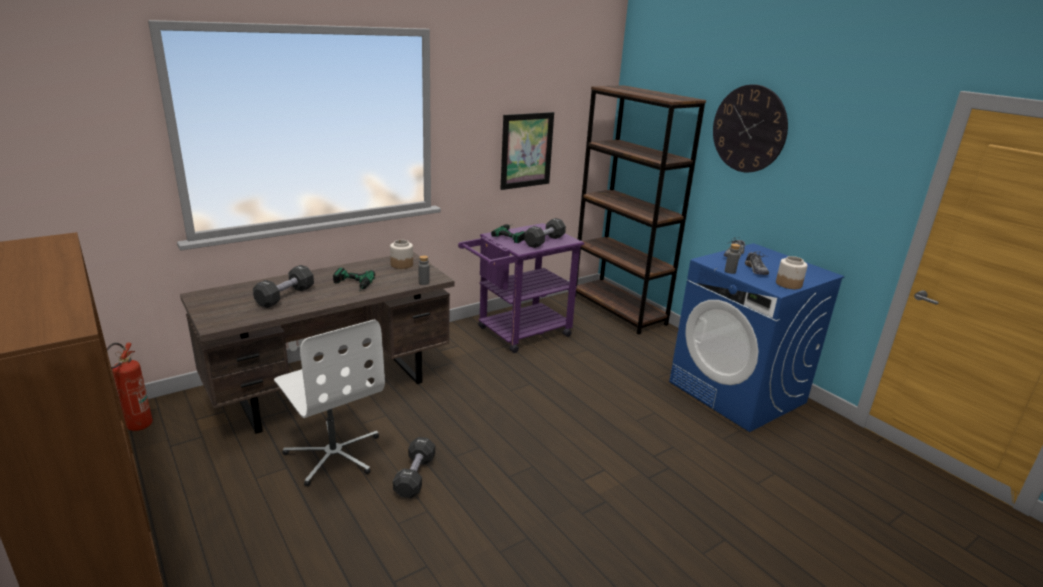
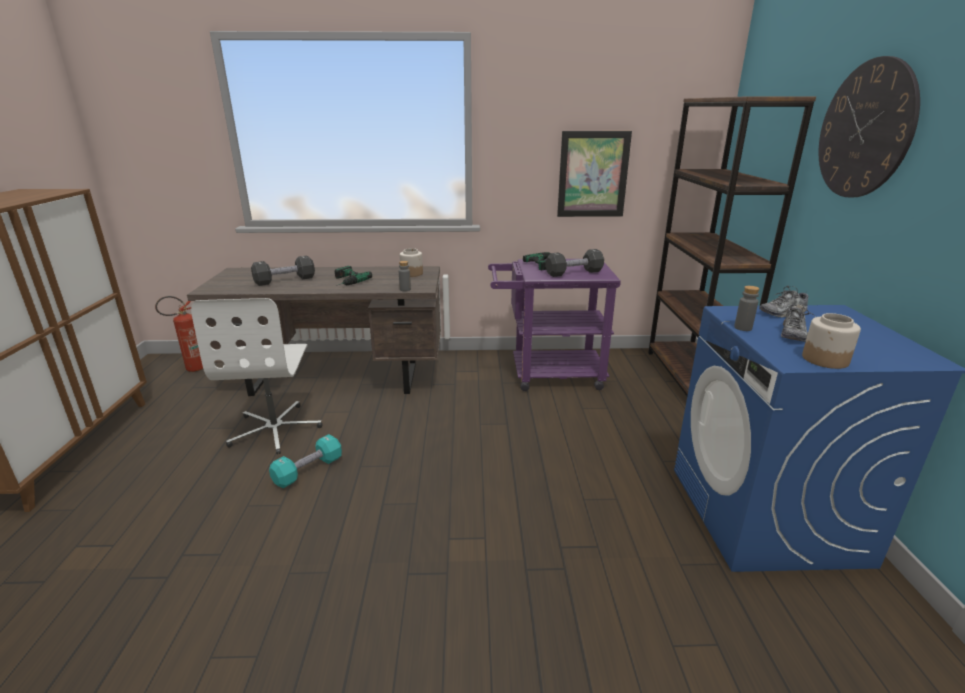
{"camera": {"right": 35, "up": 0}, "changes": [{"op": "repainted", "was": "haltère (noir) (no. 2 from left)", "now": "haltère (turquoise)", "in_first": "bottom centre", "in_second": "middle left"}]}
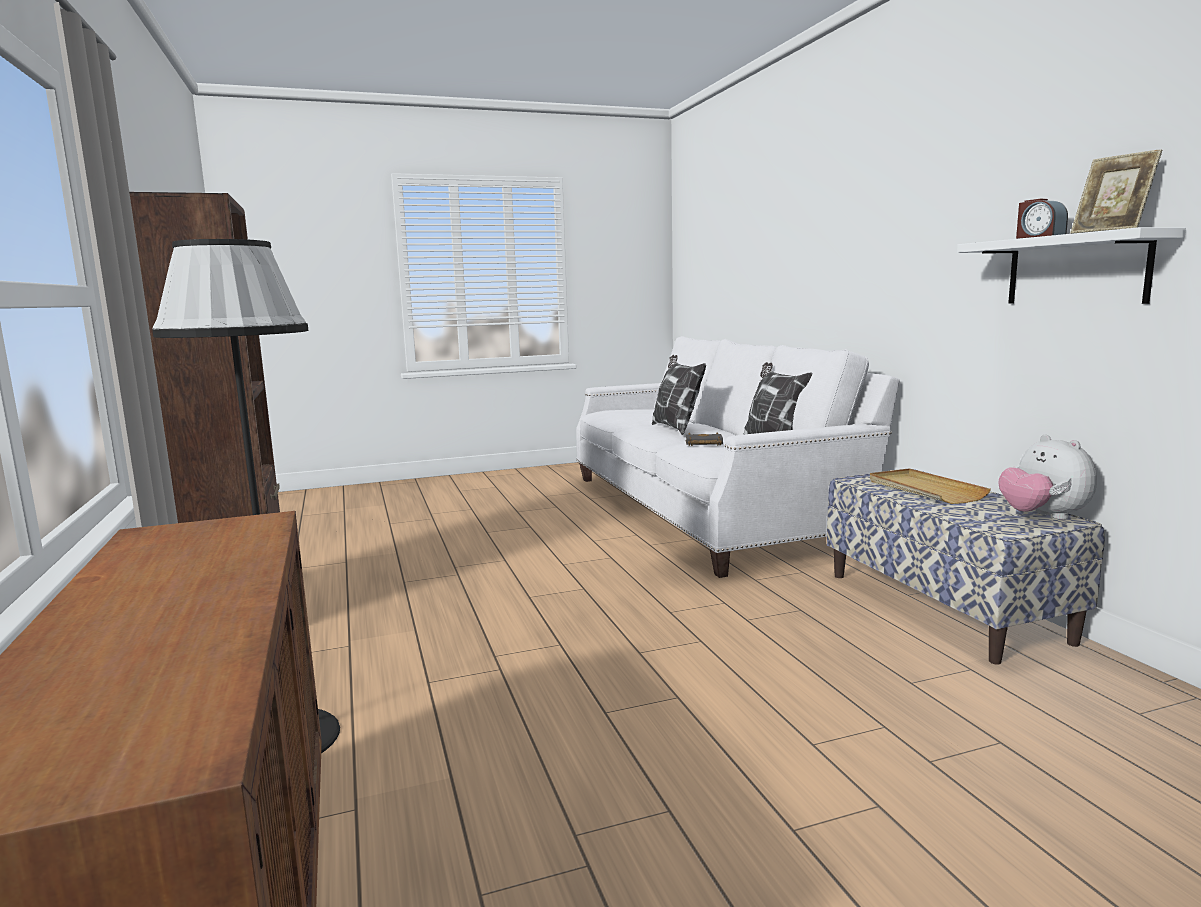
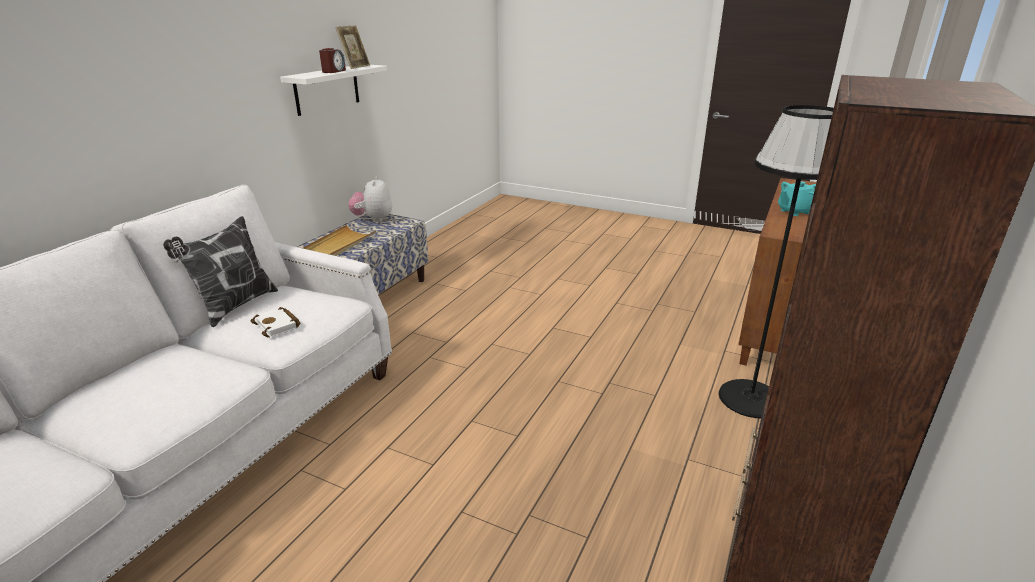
{"camera": {"right": -135, "up": 15}, "changes": [{"op": "gone", "was": "coussin (no. 1 from left)", "in_first": "centre"}, {"op": "repainted", "was": "livre (noir)", "now": "livre (blanc)", "in_first": "centre", "in_second": "middle left"}, {"op": "rotated", "was": "peluche", "in_first": "middle right", "in_second": "centre", "clockwise": 150}, {"op": "new", "now": "théière (turquoise)", "in_second": "middle right"}]}
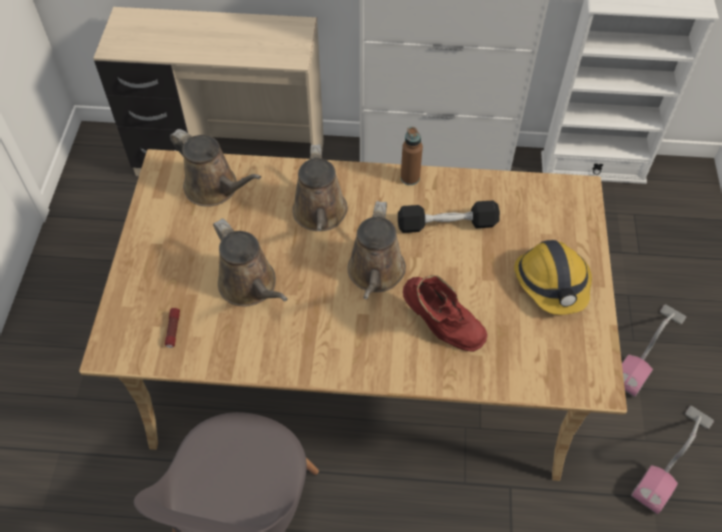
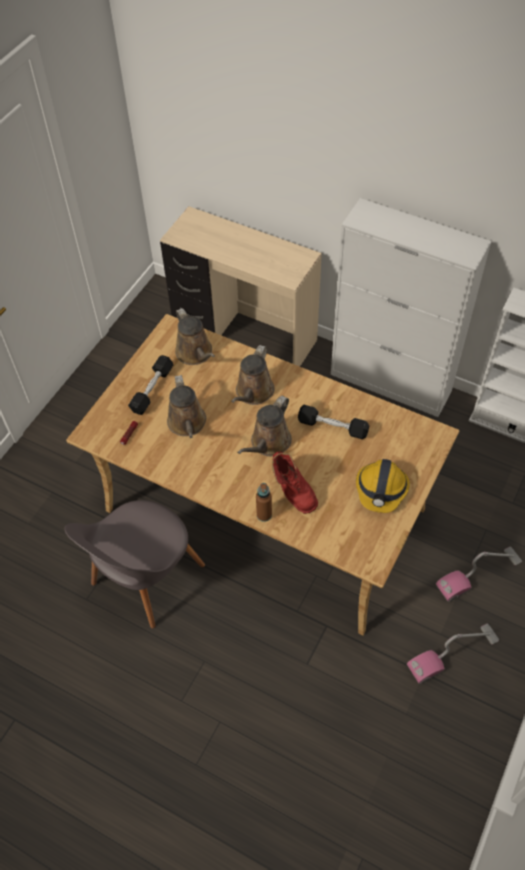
{"camera": {"right": 25, "up": 0}, "changes": [{"op": "shifted", "was": "bouteille (marron)", "in_first": "top centre", "in_second": "centre"}, {"op": "new", "now": "haltère (noir) (no. 1 from left)", "in_second": "middle left"}]}
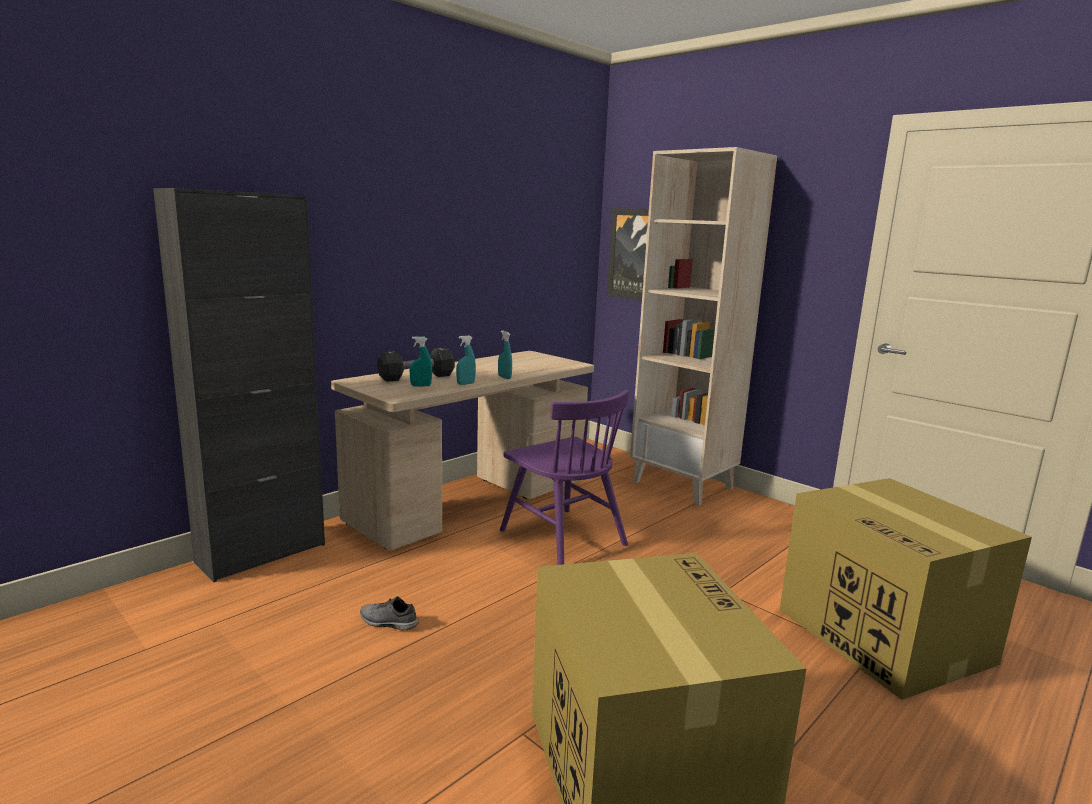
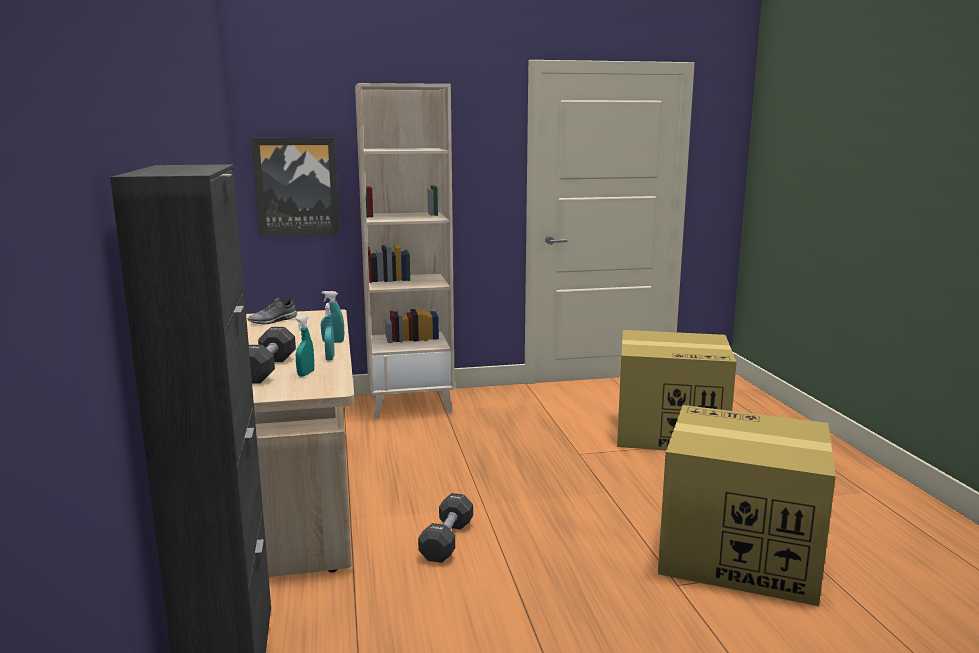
{"camera": {"right": -55, "up": 0}, "changes": [{"op": "gone", "was": "chaise (violet)", "in_first": "centre"}, {"op": "shifted", "was": "chaussure (gris)", "in_first": "bottom centre", "in_second": "middle left"}, {"op": "new", "now": "haltère (noir) (no. 2 from left)", "in_second": "bottom centre"}]}
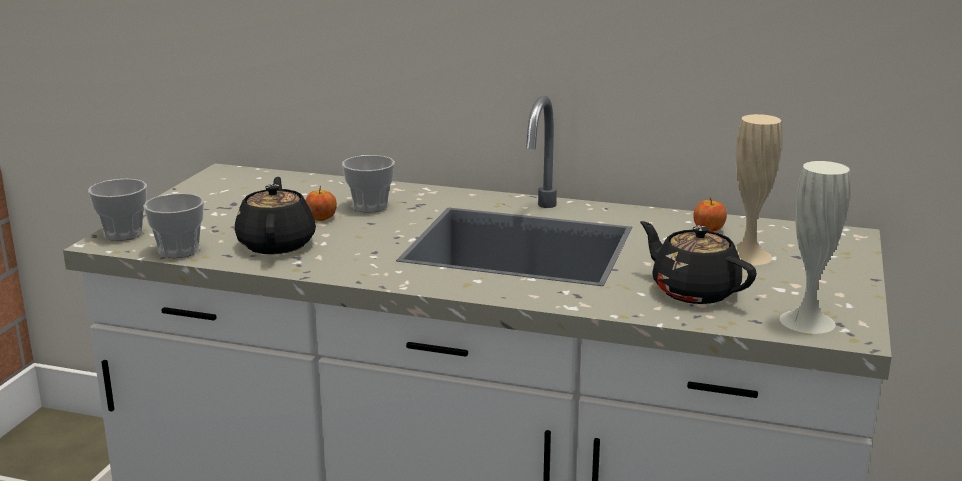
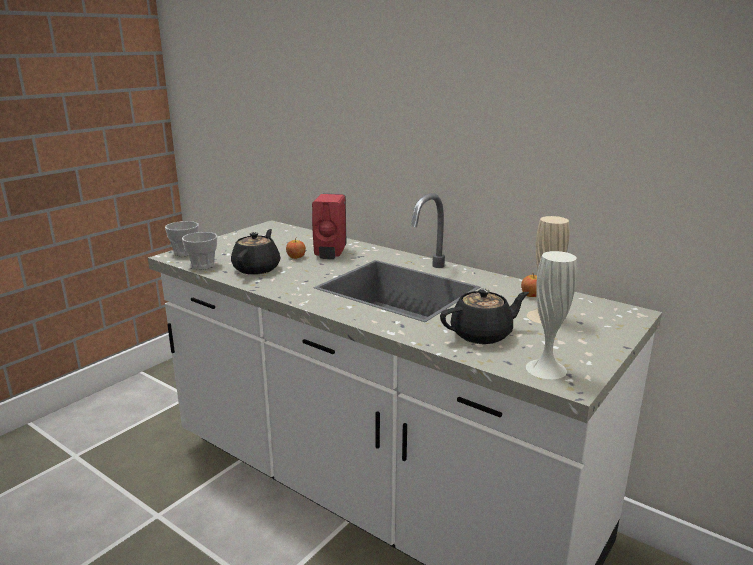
{"camera": {"right": 20, "up": 0}, "changes": [{"op": "swapped", "was": "tasse (no. 3 from left)", "now": "distributeur de savon (rouge)", "in_first": "centre", "in_second": "centre"}, {"op": "rotated", "was": "théière (noir) (no. 2 from left)", "in_first": "middle right", "in_second": "centre", "clockwise": 90}]}
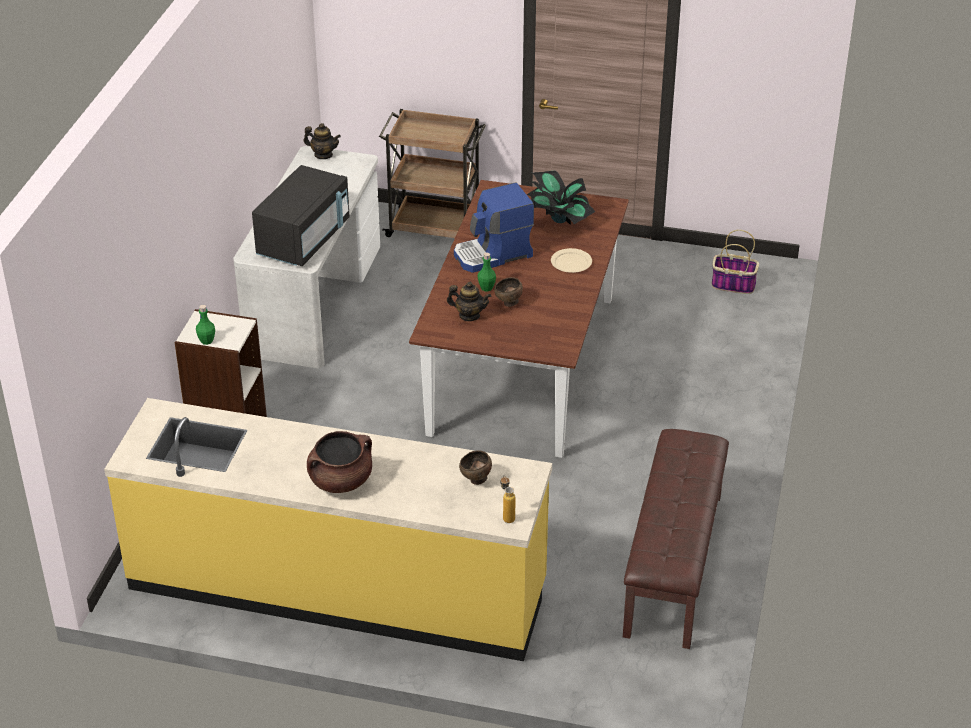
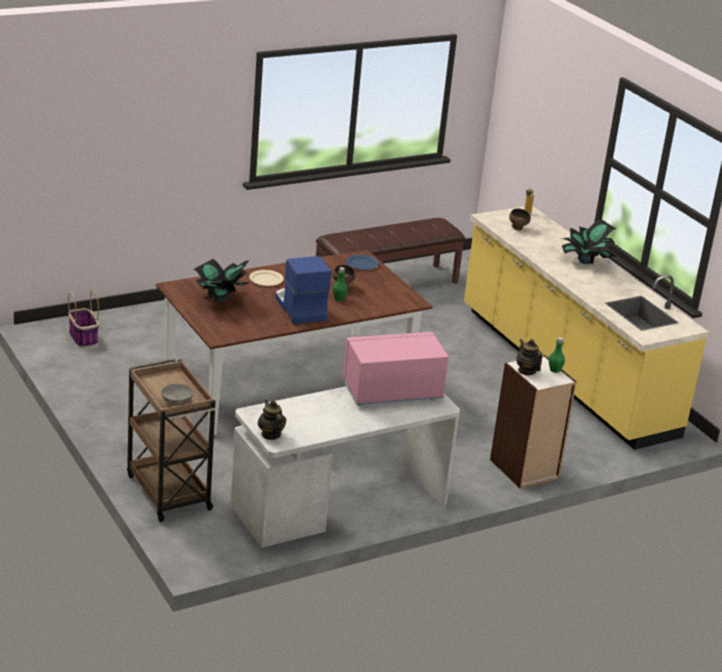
{"camera": {"right": -135, "up": -10}, "changes": [{"op": "repainted", "was": "micro-ondes (noir)", "now": "micro-ondes (rose)", "in_first": "top left", "in_second": "centre"}, {"op": "rotated", "was": "machine à café", "in_first": "top centre", "in_second": "centre", "clockwise": -135}, {"op": "shifted", "was": "théière (no. 2 from left)", "in_first": "centre", "in_second": "middle right"}, {"op": "swapped", "was": "marmite (marron)", "now": "plante en pot (no. 2 from left)", "in_first": "centre", "in_second": "middle right"}, {"op": "new", "now": "assiette (bleu)", "in_second": "centre"}, {"op": "new", "now": "bol (gris)", "in_second": "middle left"}]}
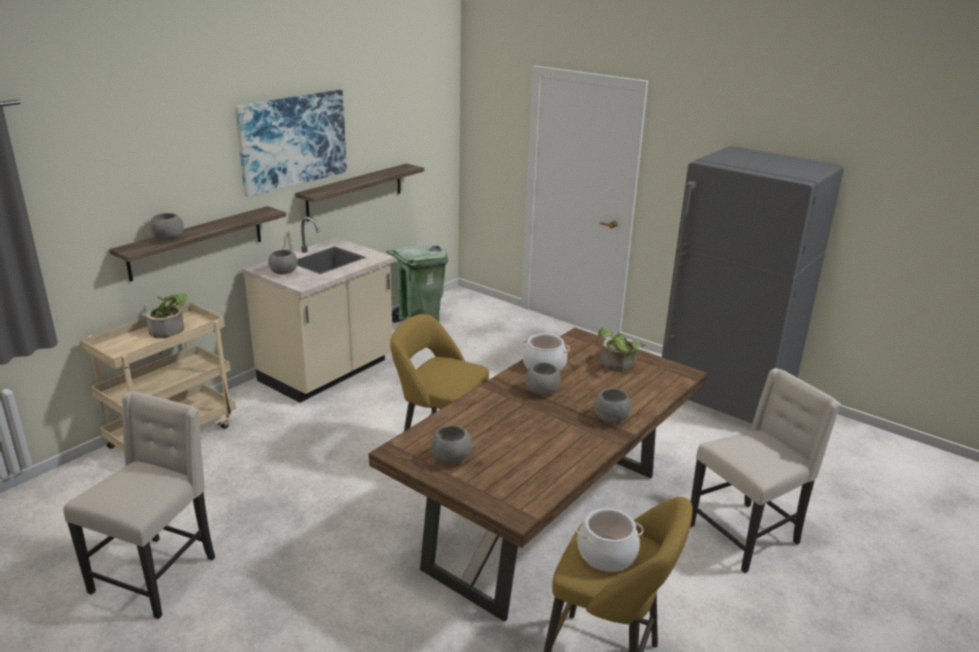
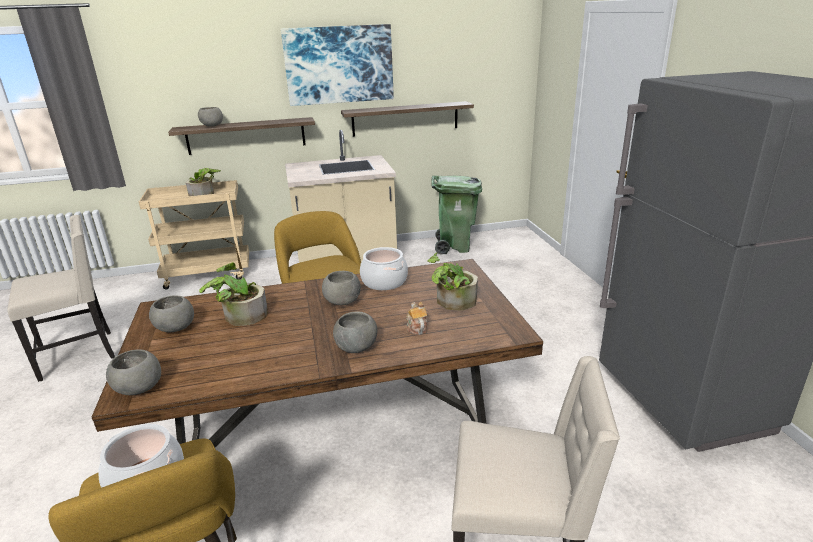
{"camera": {"right": 40, "up": 0}, "changes": [{"op": "shifted", "was": "bol (gris) (no. 2 from left in the first image)", "now": "bol (gris) (no. 1 from left)", "in_first": "middle left", "in_second": "bottom left"}, {"op": "new", "now": "plante en pot (no. 2 from left)", "in_second": "middle left"}, {"op": "new", "now": "théière", "in_second": "centre"}]}
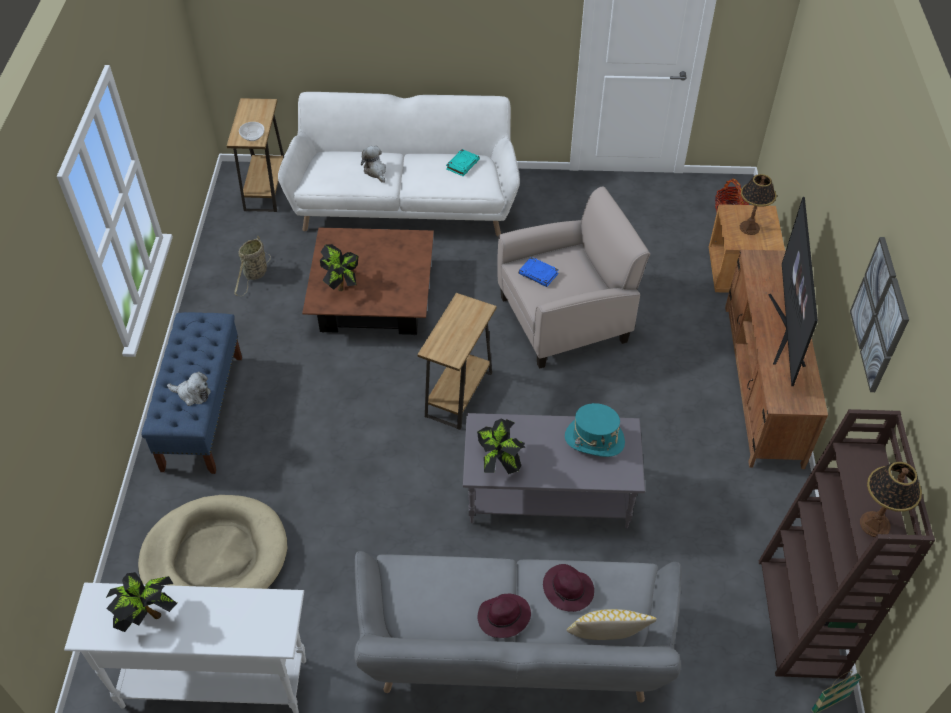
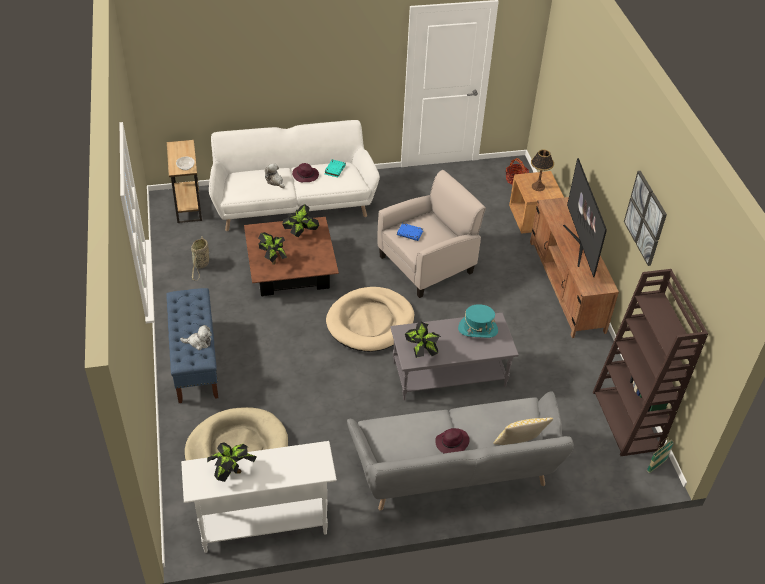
{"camera": {"right": -15, "up": -5}, "changes": [{"op": "swapped", "was": "table d'appoint (marron) (no. 2 from left)", "now": "panier pour chien (beige) (no. 2 from left)", "in_first": "centre", "in_second": "centre"}, {"op": "gone", "was": "lampe de table (no. 2 from left)", "in_first": "bottom right"}, {"op": "shifted", "was": "chapeau (violet) (no. 2 from left in the first image)", "now": "chapeau (violet) (no. 1 from left)", "in_first": "bottom centre", "in_second": "top centre"}, {"op": "new", "now": "plante en pot (no. 3 from left)", "in_second": "centre"}]}
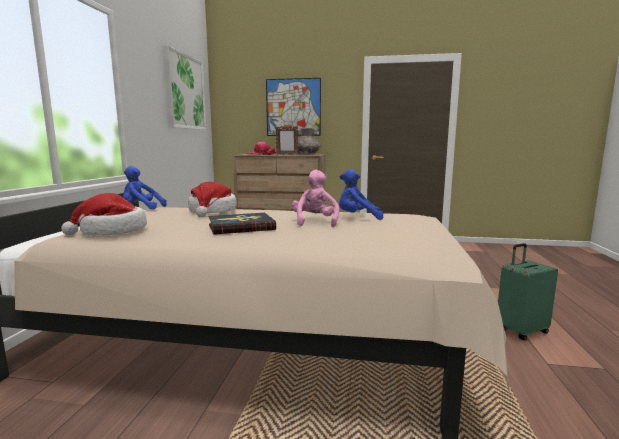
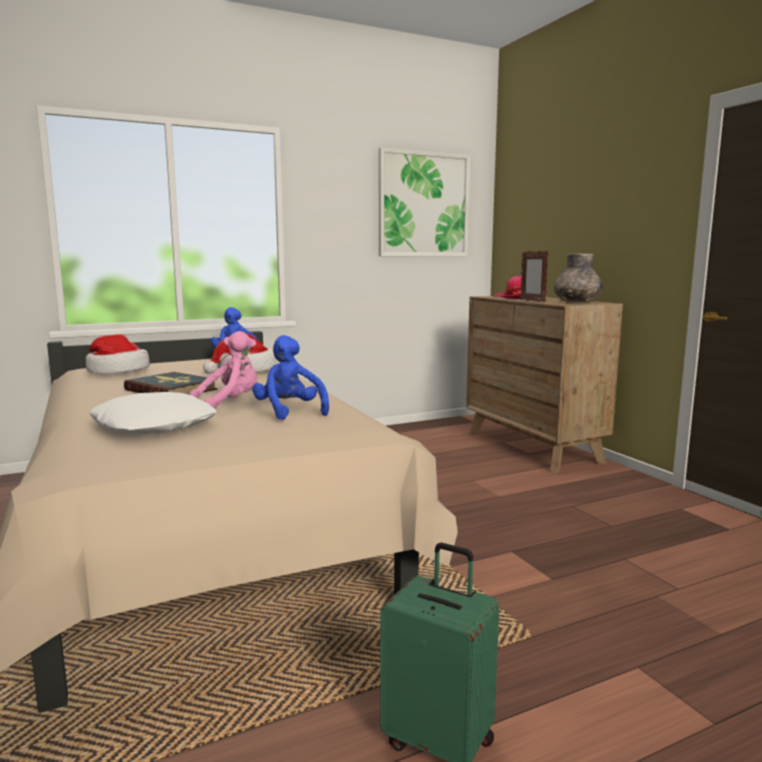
{"camera": {"right": 55, "up": 0}, "changes": [{"op": "gone", "was": "tableau (no. 2 from left)", "in_first": "top centre"}, {"op": "new", "now": "coussin (blanc)", "in_second": "middle left"}]}
